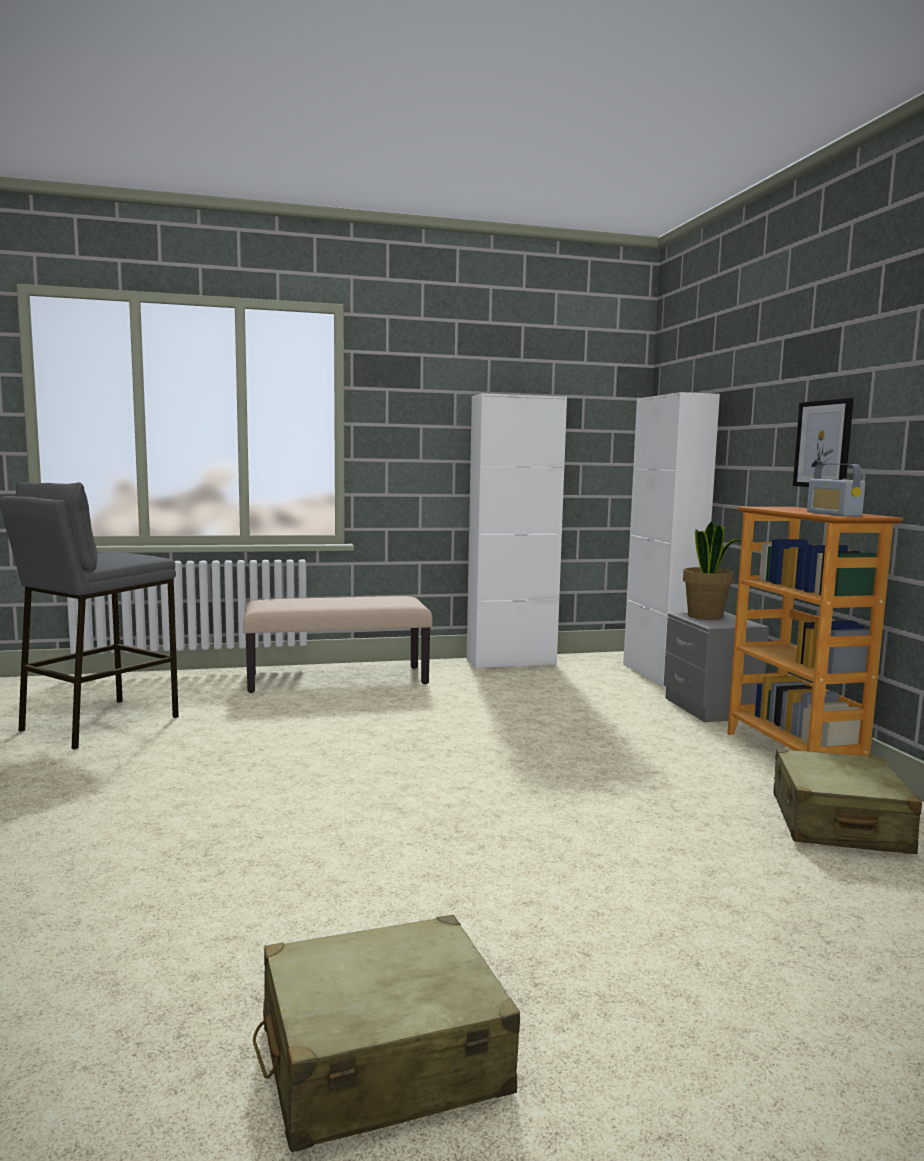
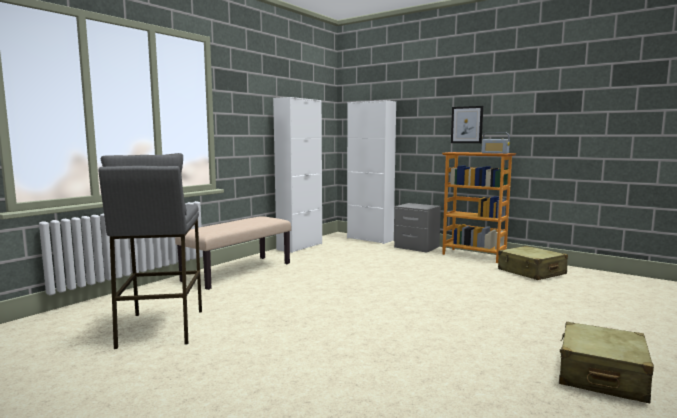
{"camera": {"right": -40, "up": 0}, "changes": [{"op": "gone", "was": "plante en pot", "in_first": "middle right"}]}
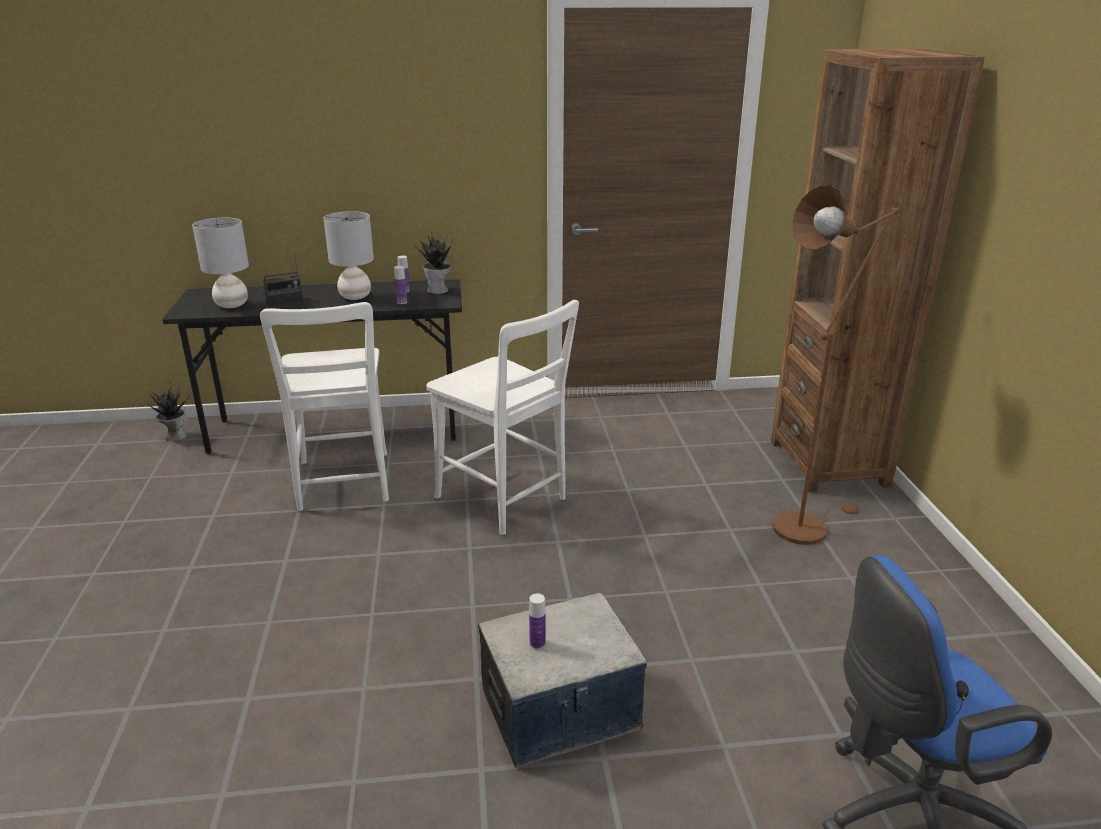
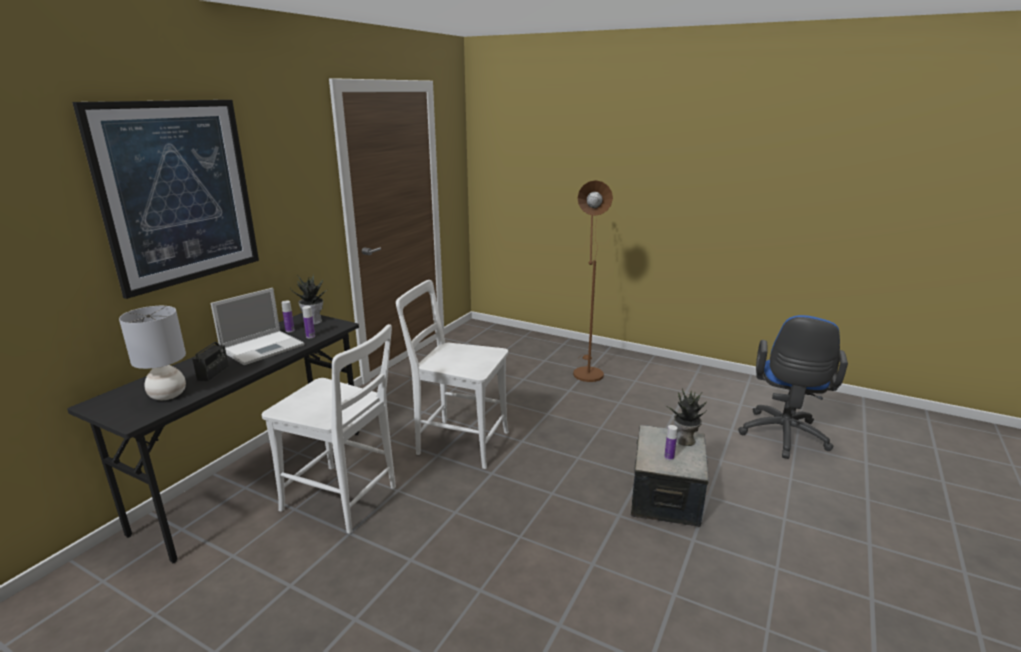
{"camera": {"right": -55, "up": -5}, "changes": [{"op": "gone", "was": "bibliothèque (marron)", "in_first": "top right"}, {"op": "swapped", "was": "lampe de table (gris) (no. 2 from left)", "now": "ordinateur portable", "in_first": "top left", "in_second": "middle left"}, {"op": "rotated", "was": "chaise (blanc) (no. 2 from left)", "in_first": "centre", "in_second": "centre", "clockwise": -150}, {"op": "shifted", "was": "plante en pot (no. 1 from left in the first image)", "now": "plante en pot (no. 2 from left)", "in_first": "middle left", "in_second": "middle right"}, {"op": "new", "now": "tableau", "in_second": "top left"}]}
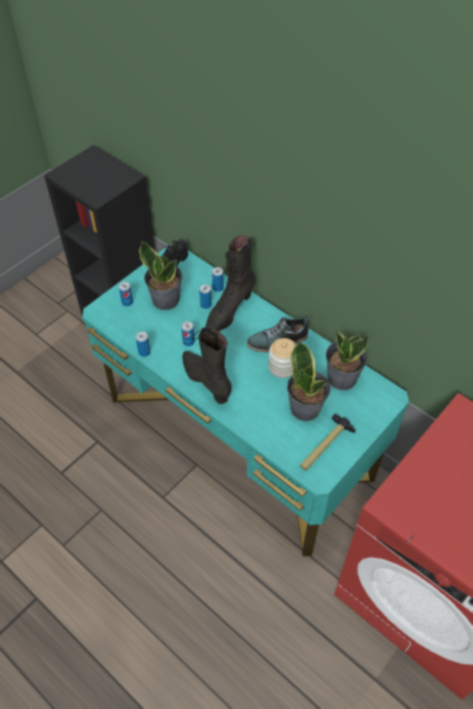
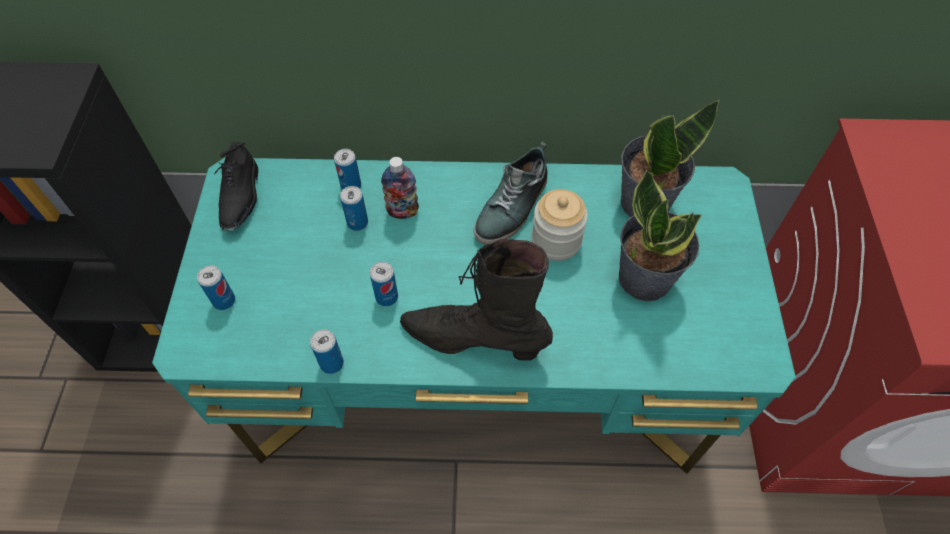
{"camera": {"right": -40, "up": 5}, "changes": [{"op": "swapped", "was": "botte (noir) (no. 2 from left)", "now": "bouteille", "in_first": "centre", "in_second": "centre"}, {"op": "gone", "was": "plante en pot (no. 1 from left)", "in_first": "centre"}, {"op": "gone", "was": "marteau", "in_first": "middle right"}]}
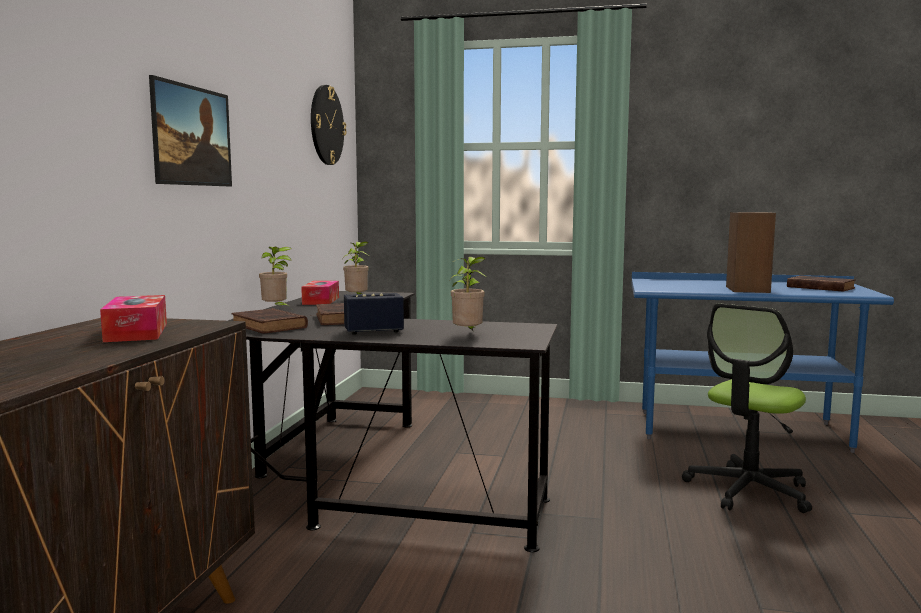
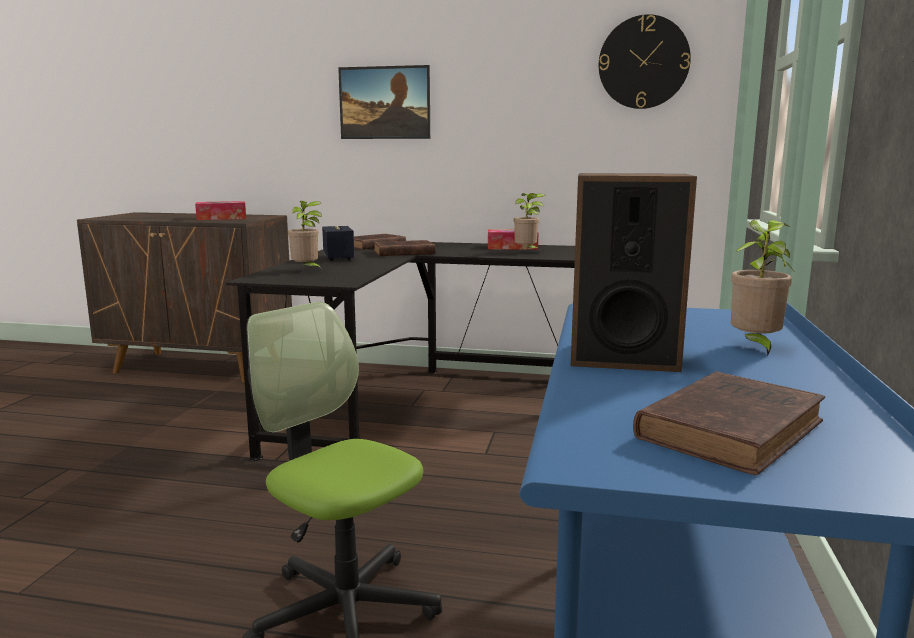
{"camera": {"right": 90, "up": 5}, "changes": [{"op": "shifted", "was": "plante en pot (no. 1 from left in the first image)", "now": "plante en pot (no. 3 from left)", "in_first": "middle left", "in_second": "middle right"}]}
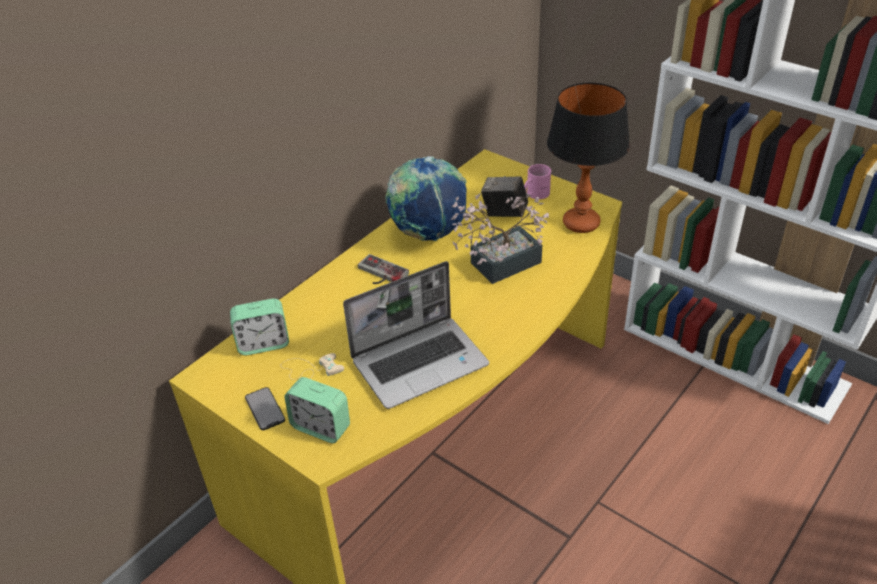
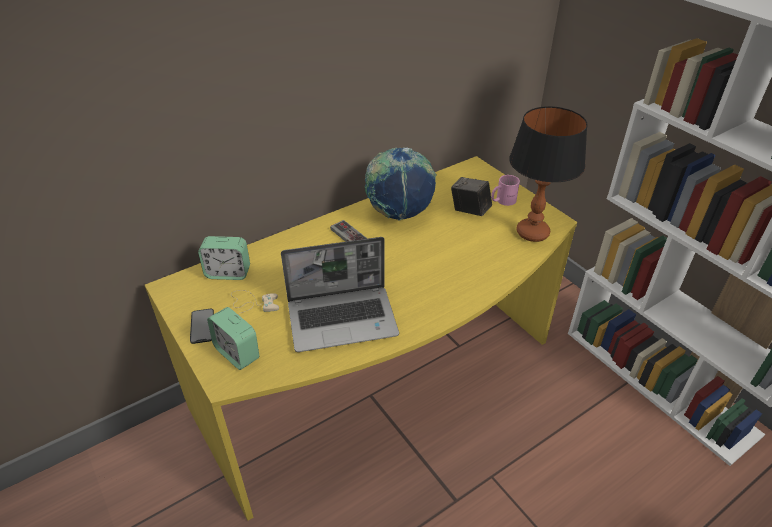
{"camera": {"right": 15, "up": 0}, "changes": [{"op": "gone", "was": "plante en pot", "in_first": "centre"}]}
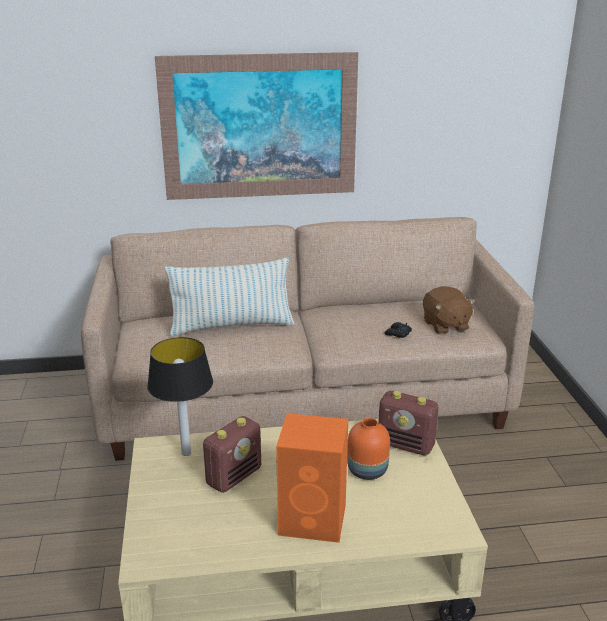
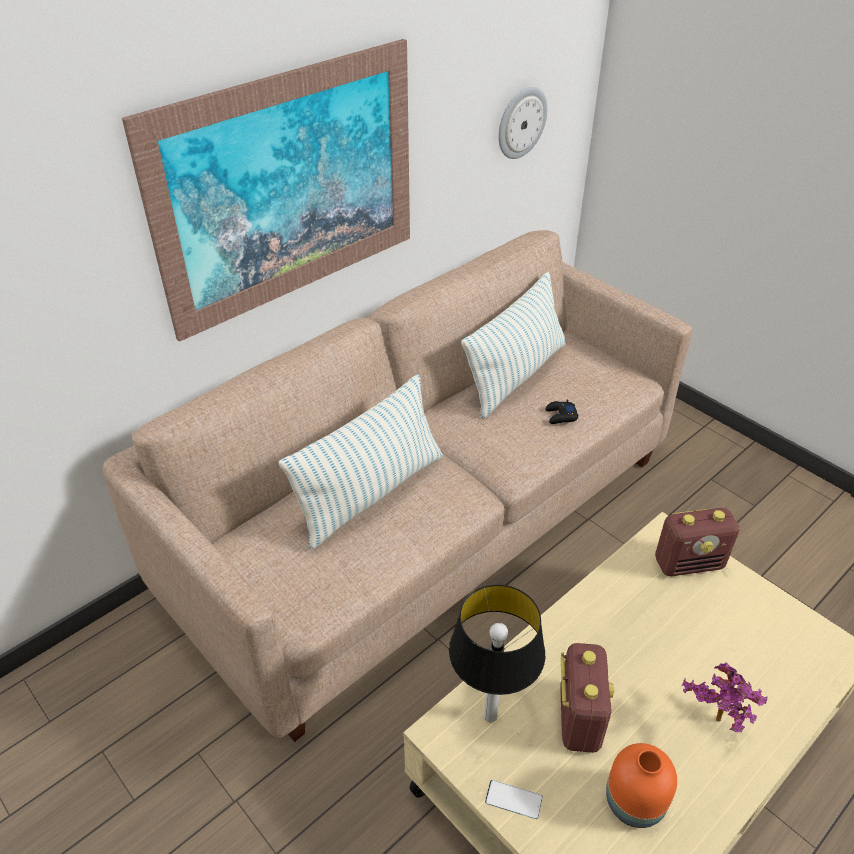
{"camera": {"right": -35, "up": 15}, "changes": [{"op": "gone", "was": "peluche (marron)", "in_first": "middle right"}, {"op": "swapped", "was": "enceinte (orange)", "now": "plante en pot", "in_first": "bottom centre", "in_second": "bottom right"}, {"op": "shifted", "was": "vase (orange)", "in_first": "bottom centre", "in_second": "bottom right"}, {"op": "new", "now": "horloge murale", "in_second": "top centre"}, {"op": "new", "now": "coussin (no. 2 from left)", "in_second": "centre"}, {"op": "new", "now": "téléphone", "in_second": "bottom centre"}]}
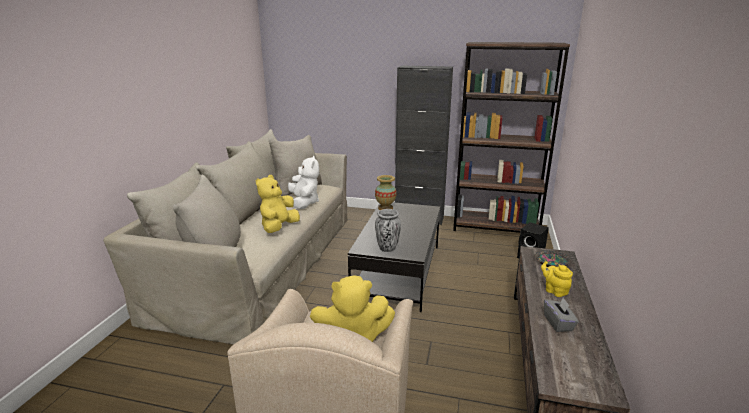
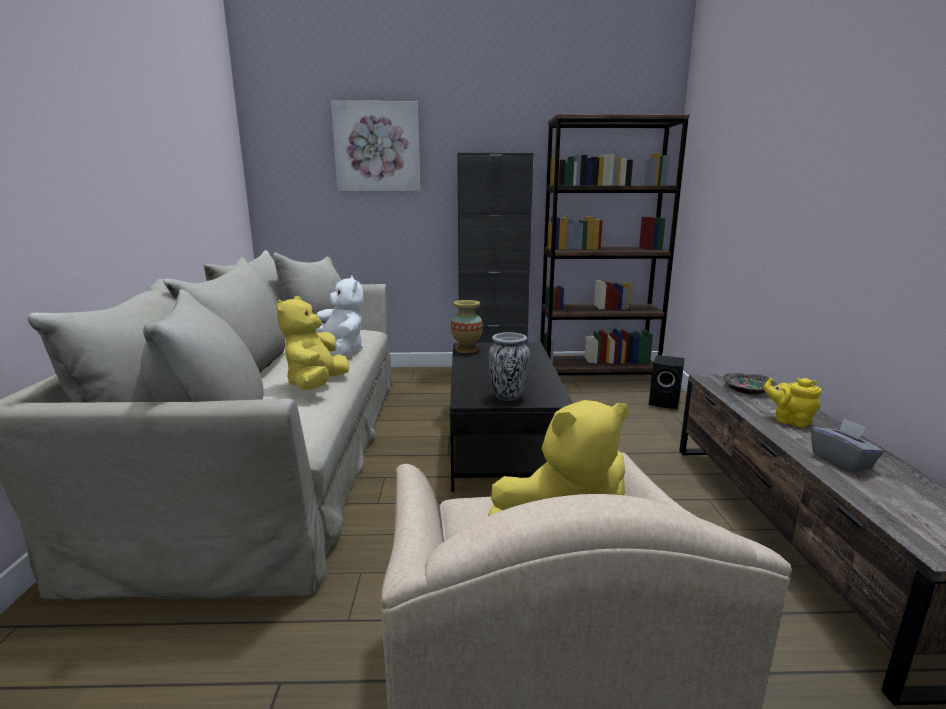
{"camera": {"right": -15, "up": -5}, "changes": [{"op": "new", "now": "tableau", "in_second": "top centre"}]}
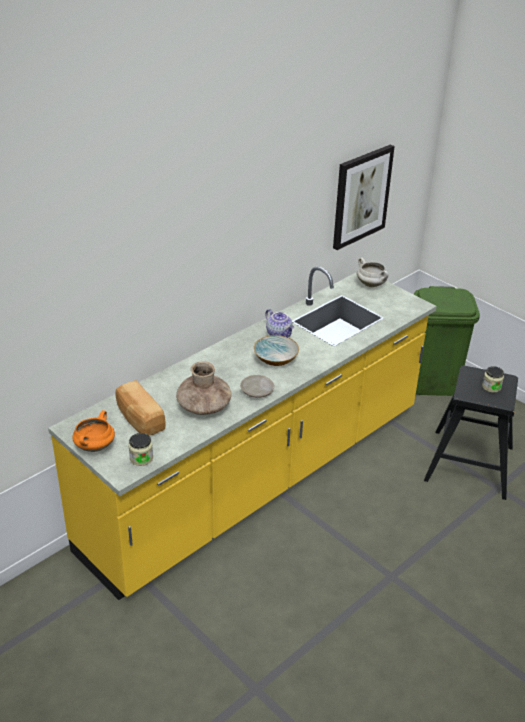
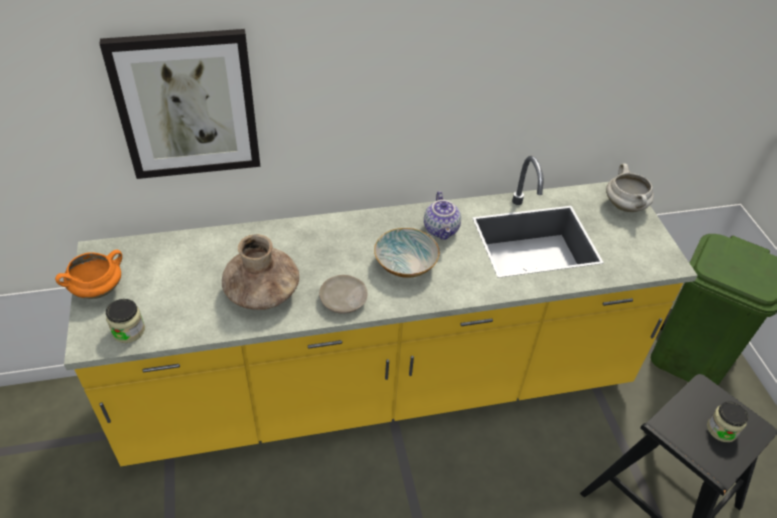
{"camera": {"right": 30, "up": 10}, "changes": [{"op": "shifted", "was": "tableau", "in_first": "top right", "in_second": "top left"}, {"op": "gone", "was": "pain", "in_first": "middle left"}]}
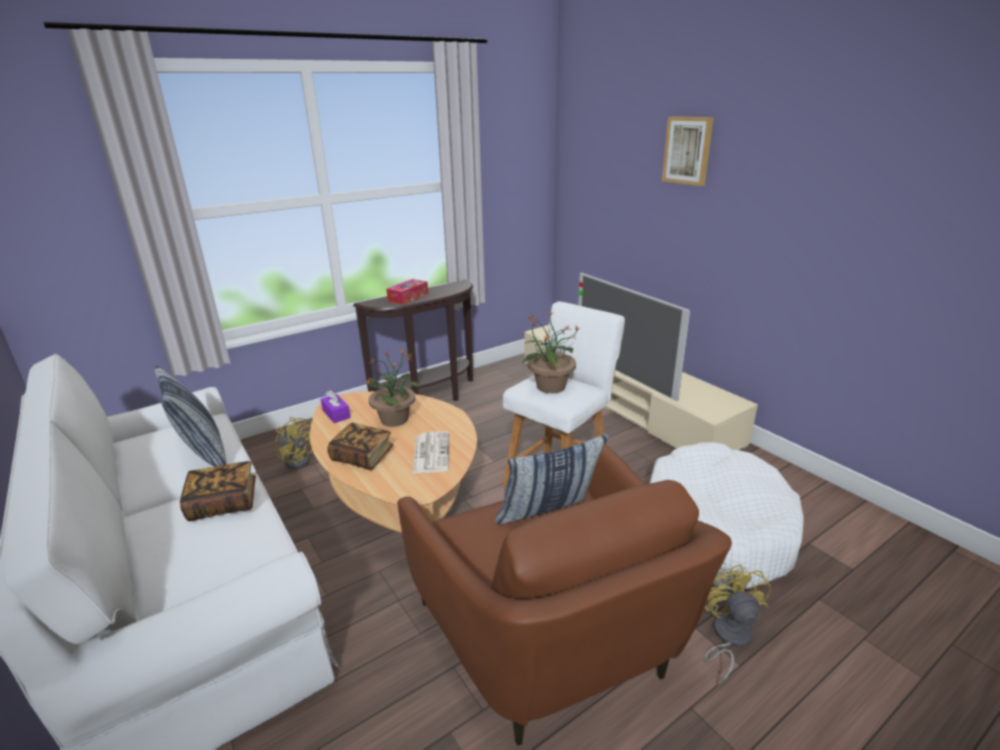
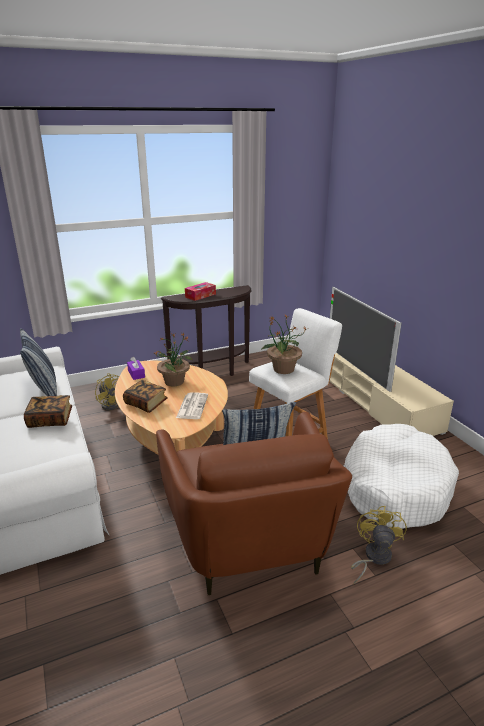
{"camera": {"right": 10, "up": 0}, "changes": [{"op": "gone", "was": "tableau", "in_first": "top right"}]}
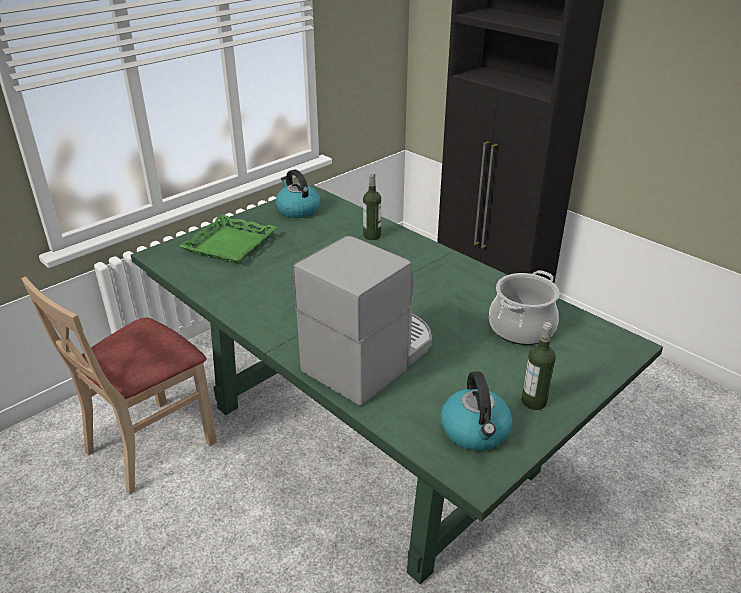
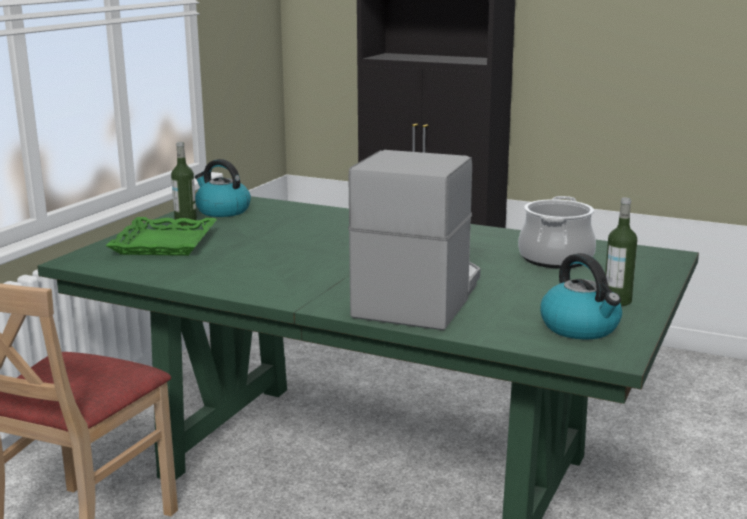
{"camera": {"right": -20, "up": -15}, "changes": [{"op": "shifted", "was": "bouteille (no. 1 from left)", "in_first": "centre", "in_second": "middle left"}]}
